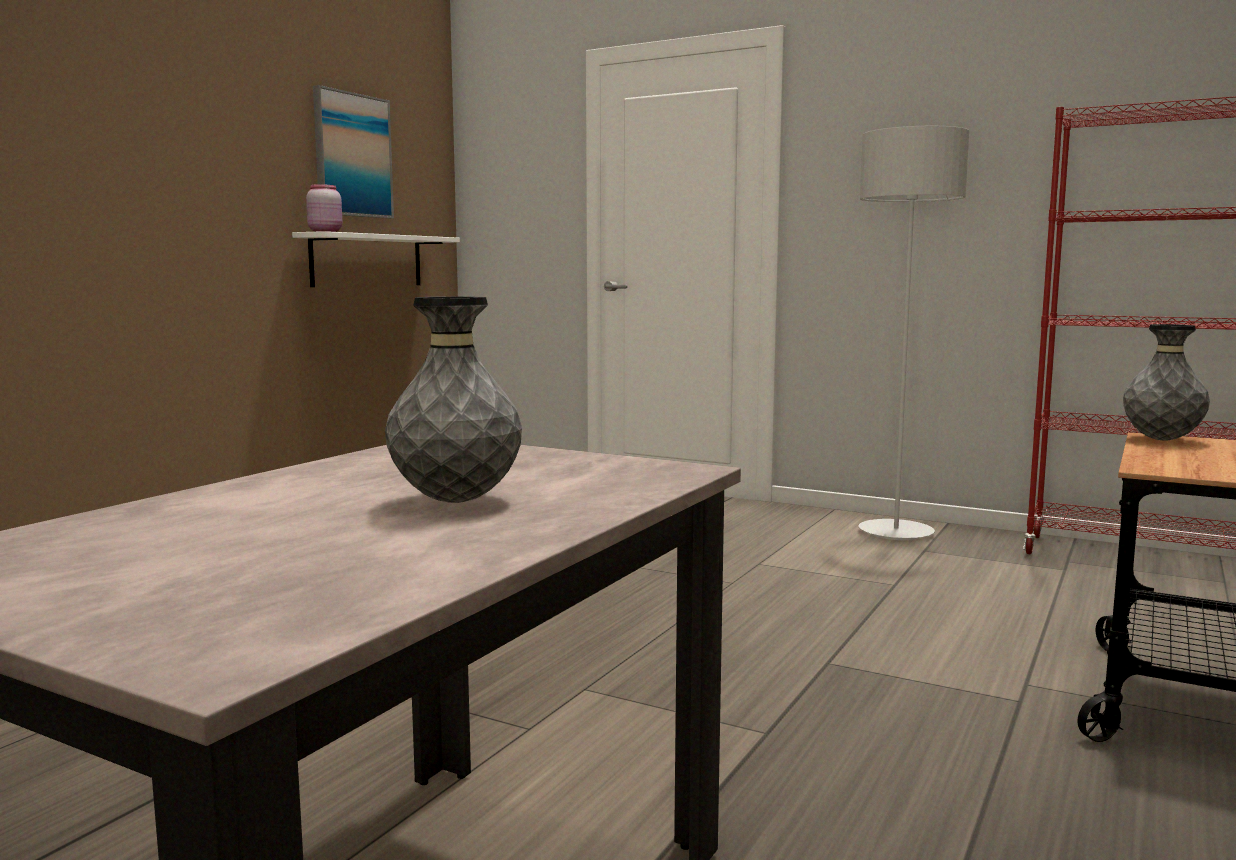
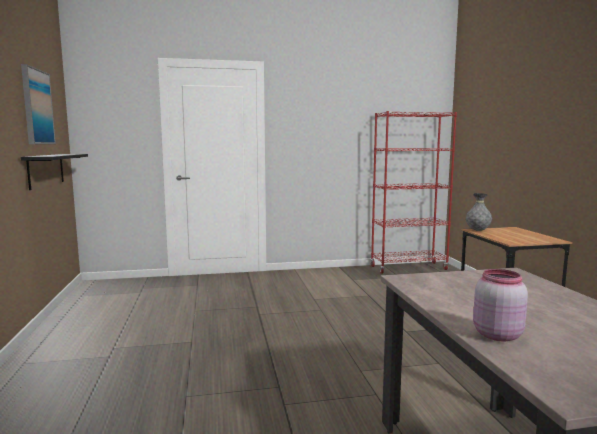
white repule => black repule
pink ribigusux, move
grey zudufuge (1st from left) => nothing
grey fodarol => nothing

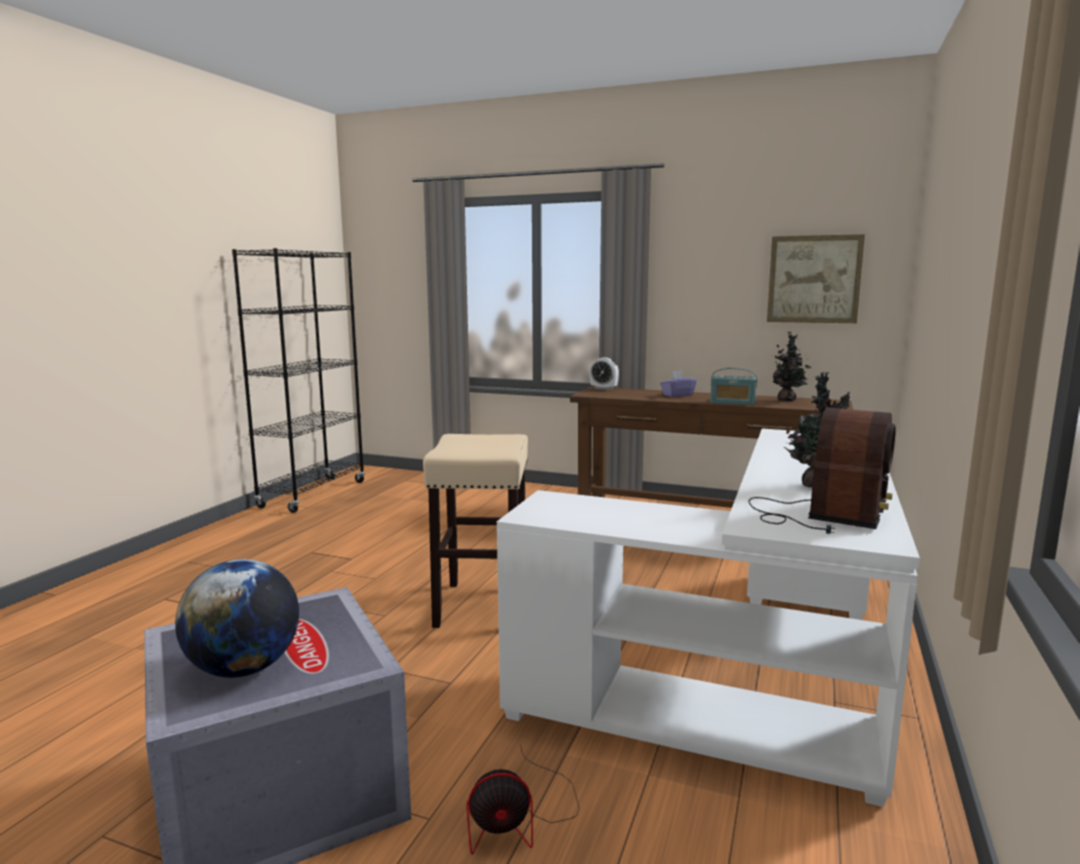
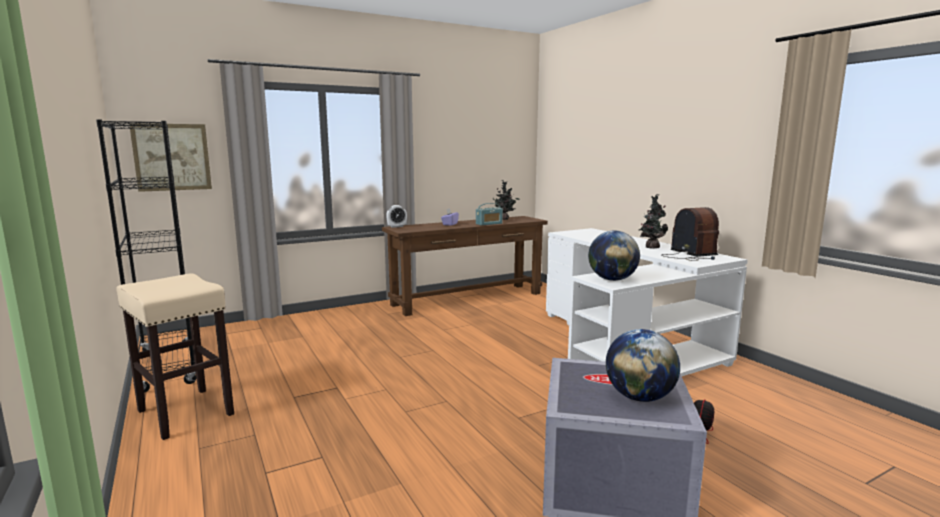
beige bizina, move
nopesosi, move
nothing => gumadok (1st from left)

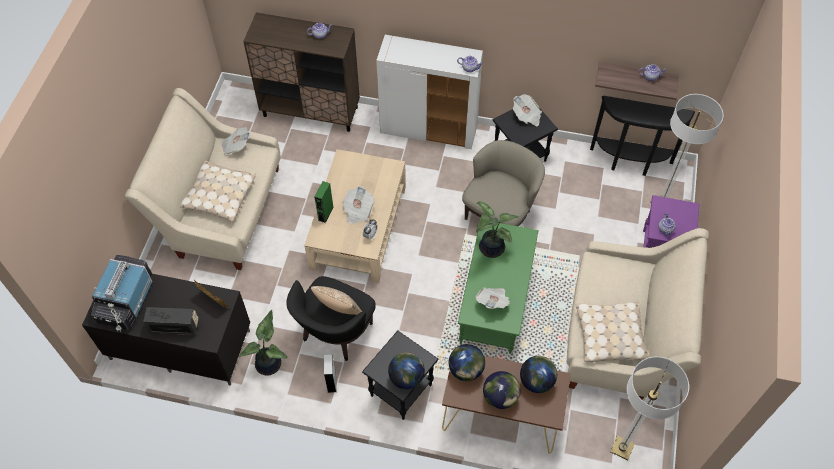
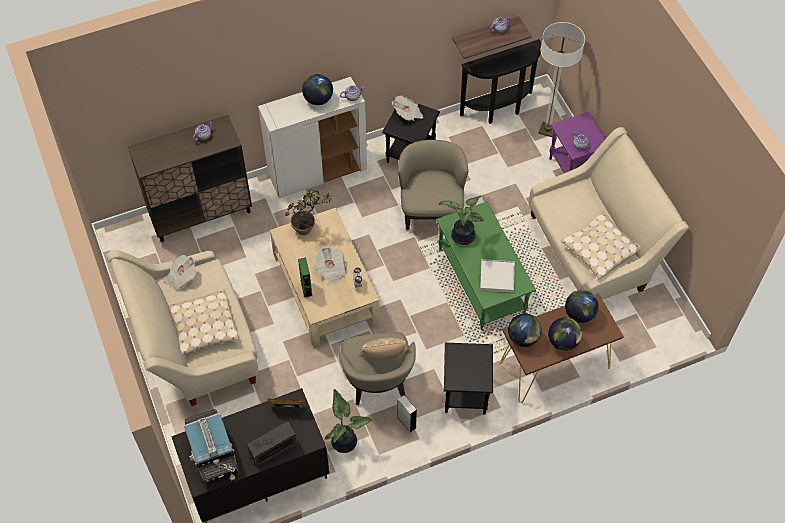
nothing => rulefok (1st from left)
gumadok (1st from left), move
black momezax => beige momezax (1st from left)
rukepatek (3rd from left) => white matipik
fodarol (1st from left) => nothing

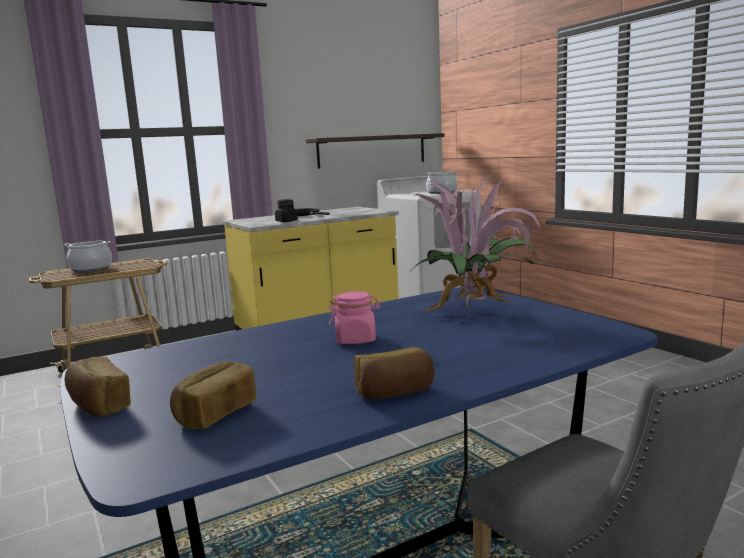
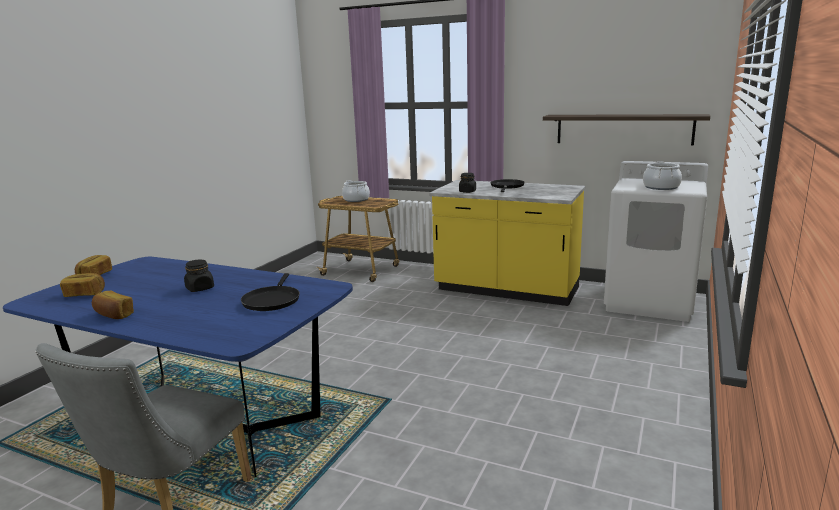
pink ribigusux => black ribigusux (1st from left)
rulefok => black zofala (1st from left)

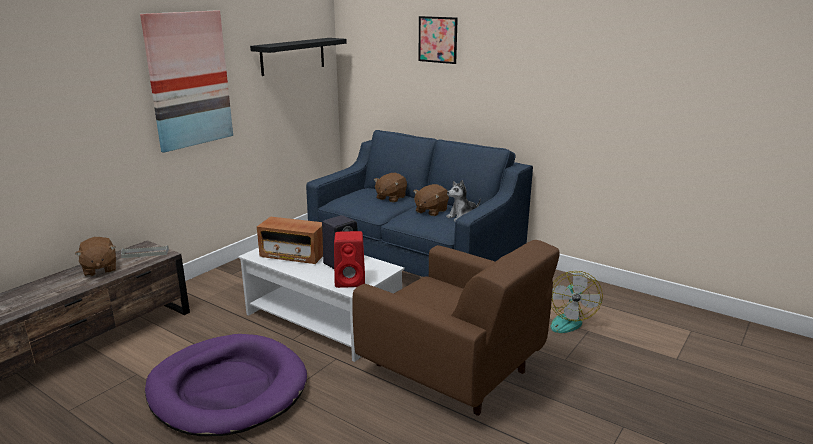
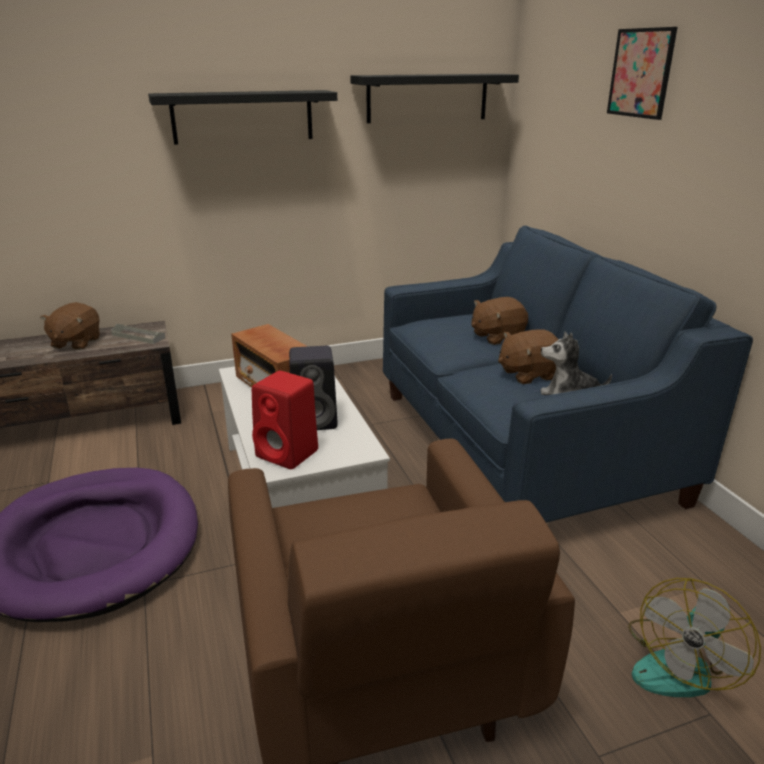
nopesosi (1st from left) => black repule (1st from left)

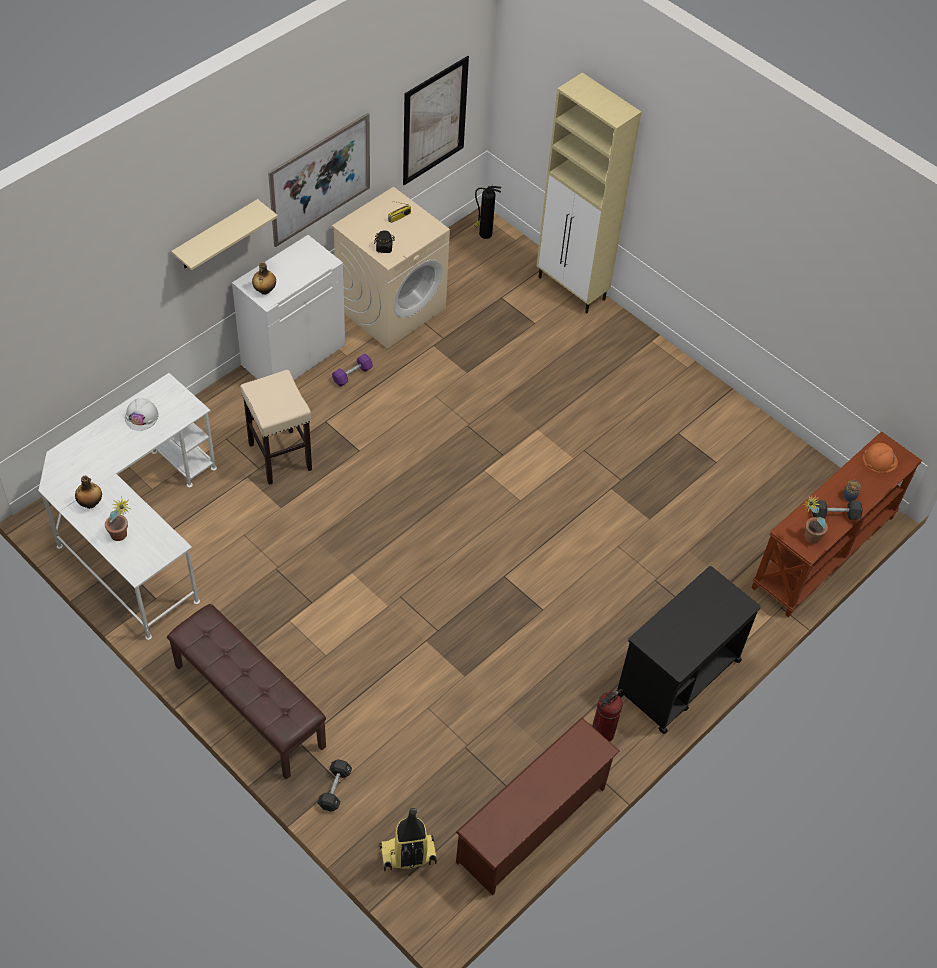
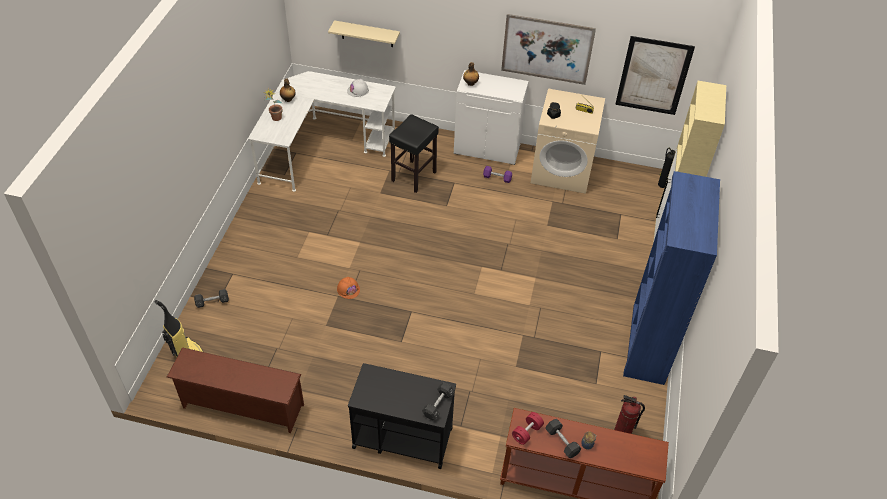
beige repule, move
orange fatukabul, move
beige bizina => black bizina
nothing => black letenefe (2nd from left)
rulefok (2nd from left) => red letenefe
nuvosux (2nd from left in the first image) => nuvosux (1st from left), move
nothing => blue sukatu
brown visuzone => nothing

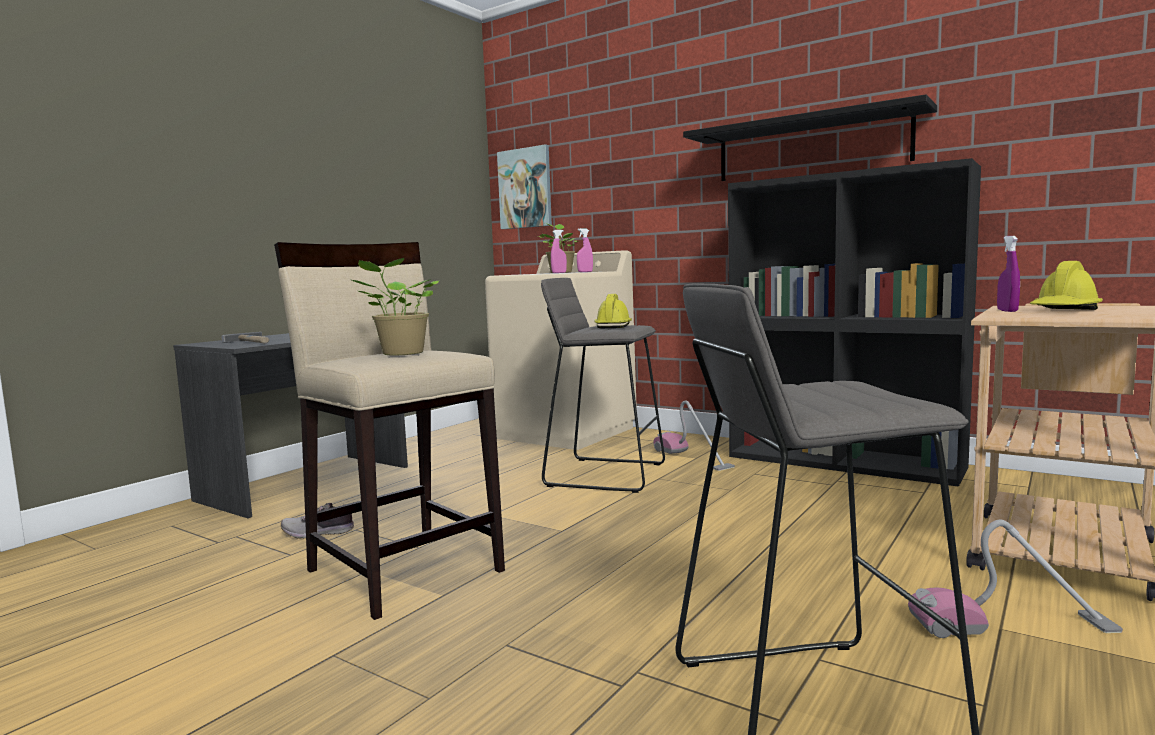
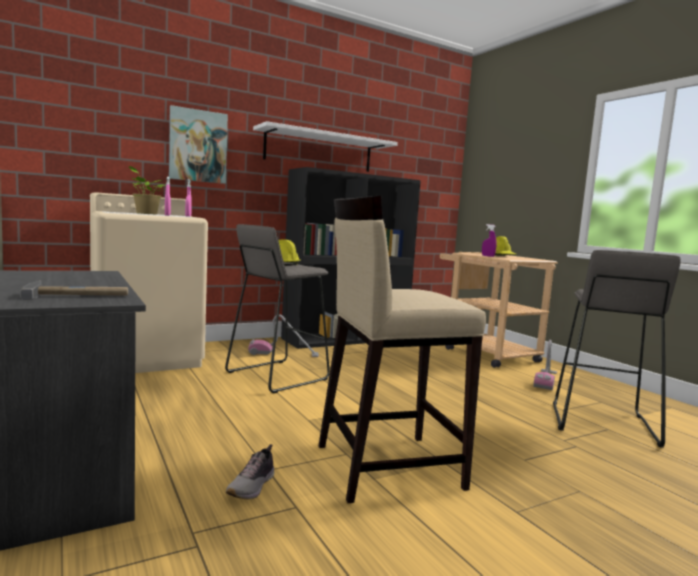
nopesosi, move
black repule => white repule
rulefok (1st from left) => nothing

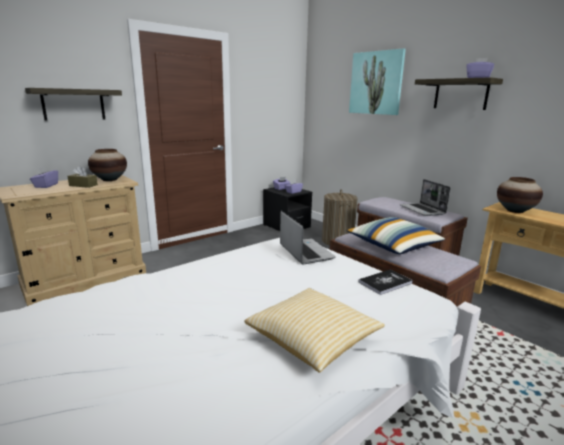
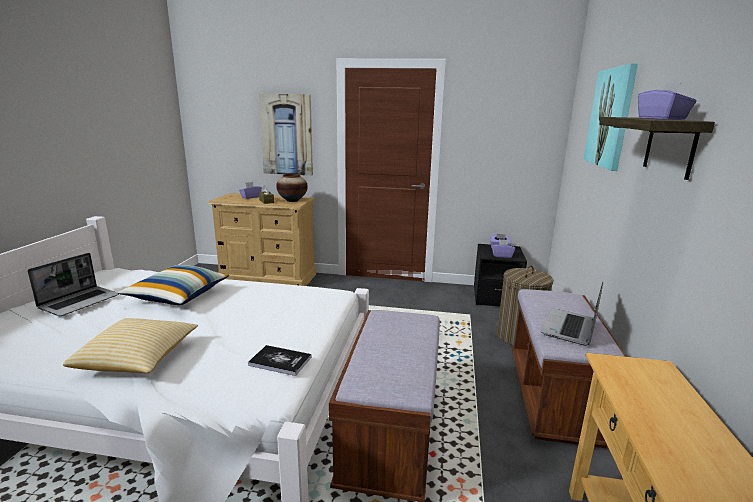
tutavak (1st from left), move
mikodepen (2nd from left), move
repule (1st from left) => nopesosi (1st from left)
zudufuge (2nd from left) => nothing

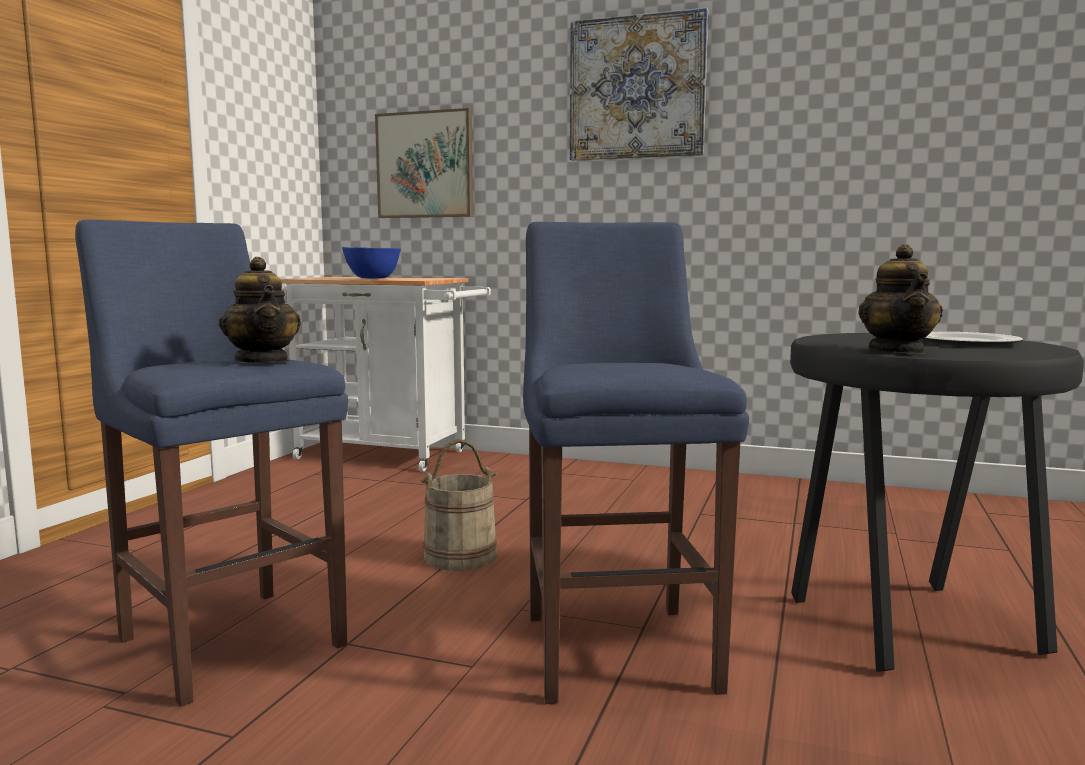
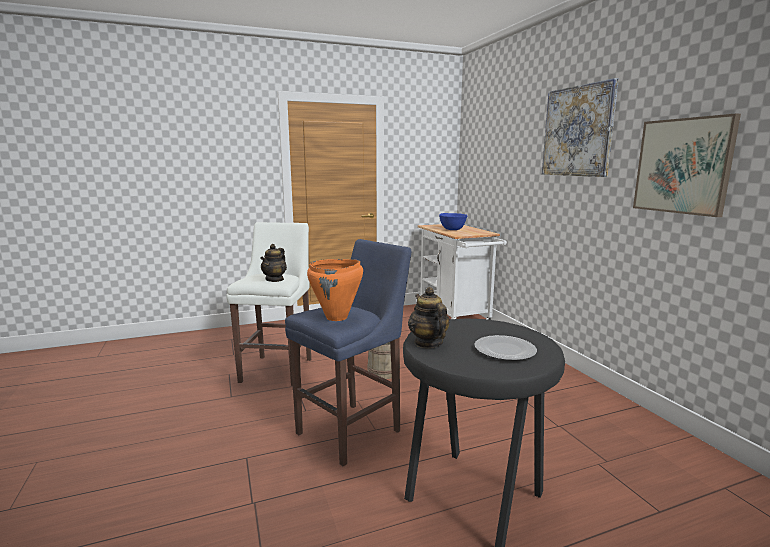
blue bizina (1st from left) => white bizina
nothing => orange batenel
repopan (2nd from left), 105 degrees clockwise
nopesosi (1st from left in the first image) => nopesosi (2nd from left), move

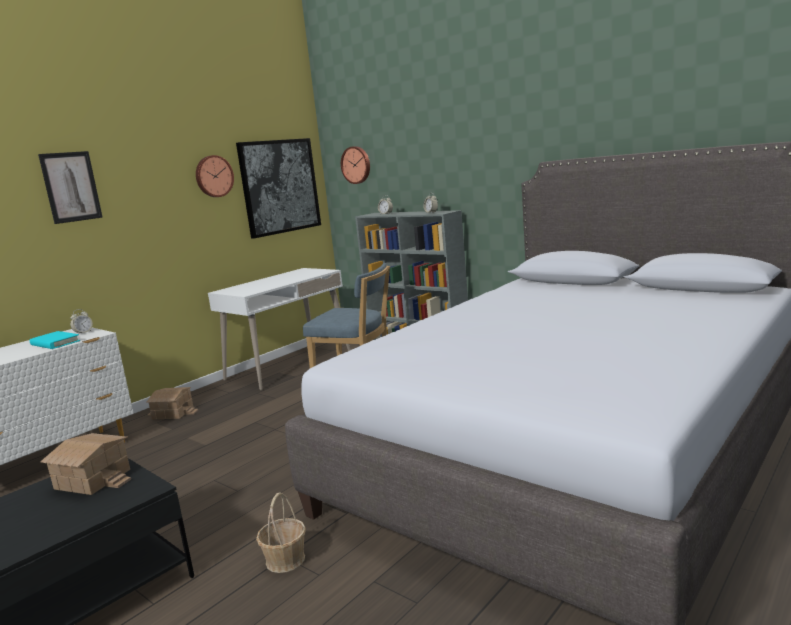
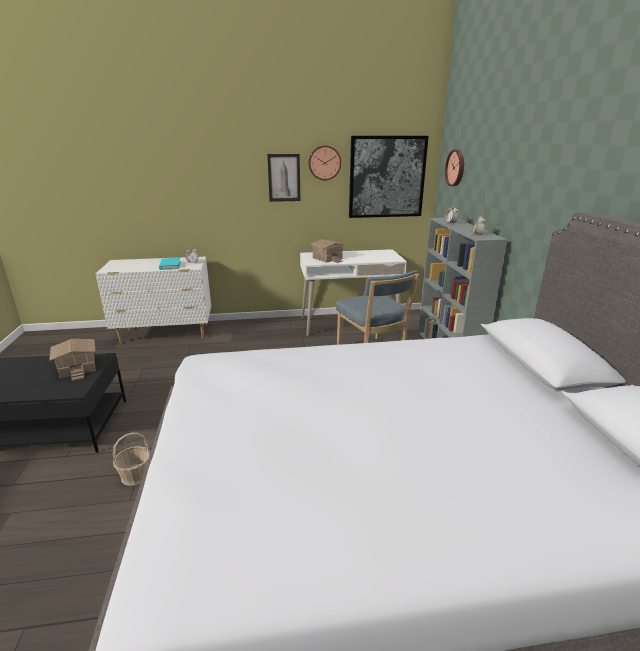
nopesosi (1st from left), move
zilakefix (2nd from left), move

